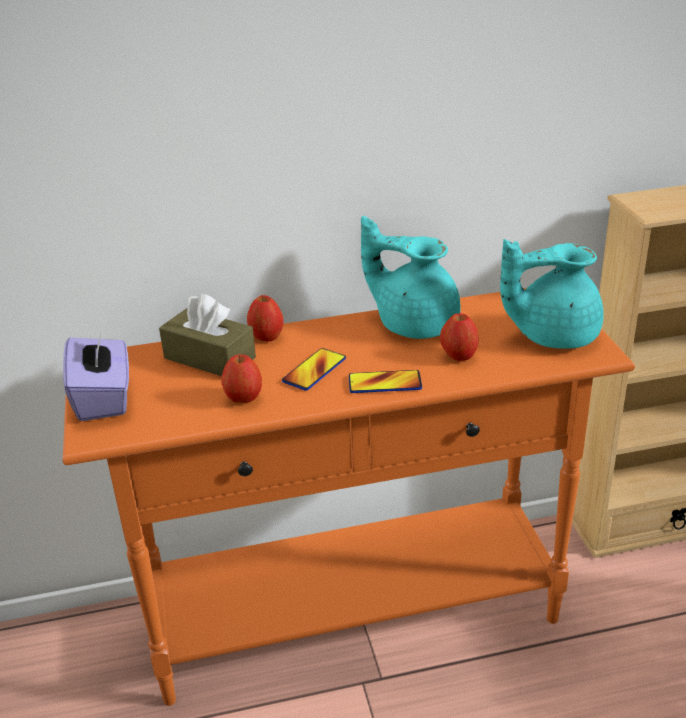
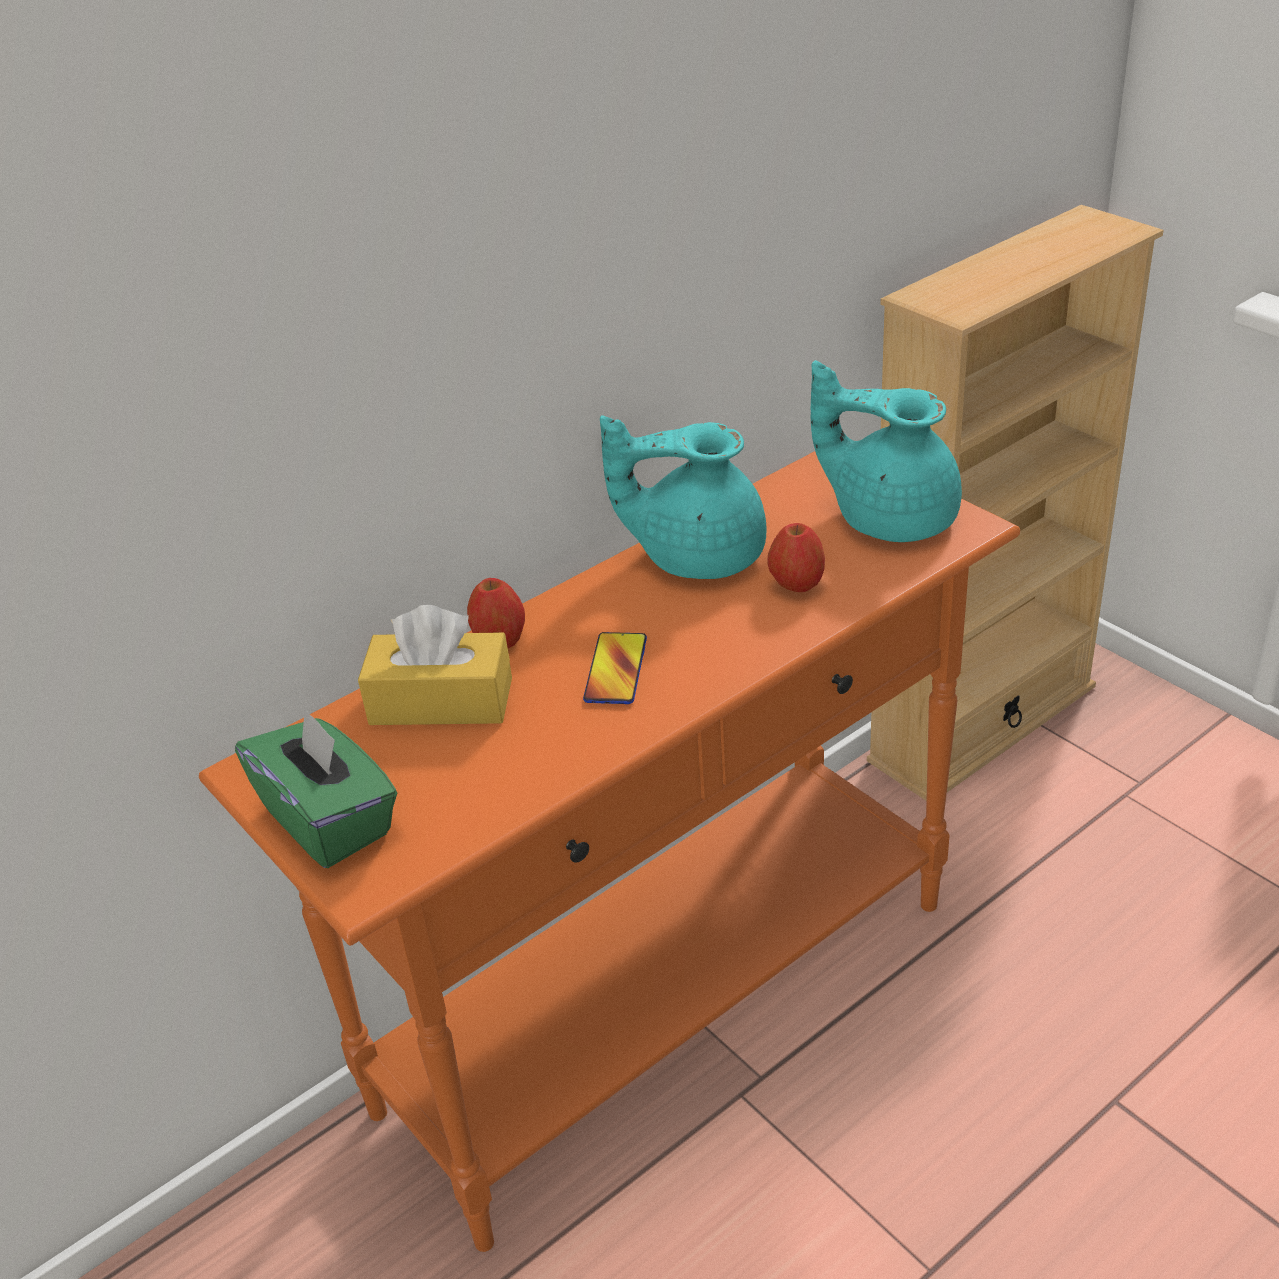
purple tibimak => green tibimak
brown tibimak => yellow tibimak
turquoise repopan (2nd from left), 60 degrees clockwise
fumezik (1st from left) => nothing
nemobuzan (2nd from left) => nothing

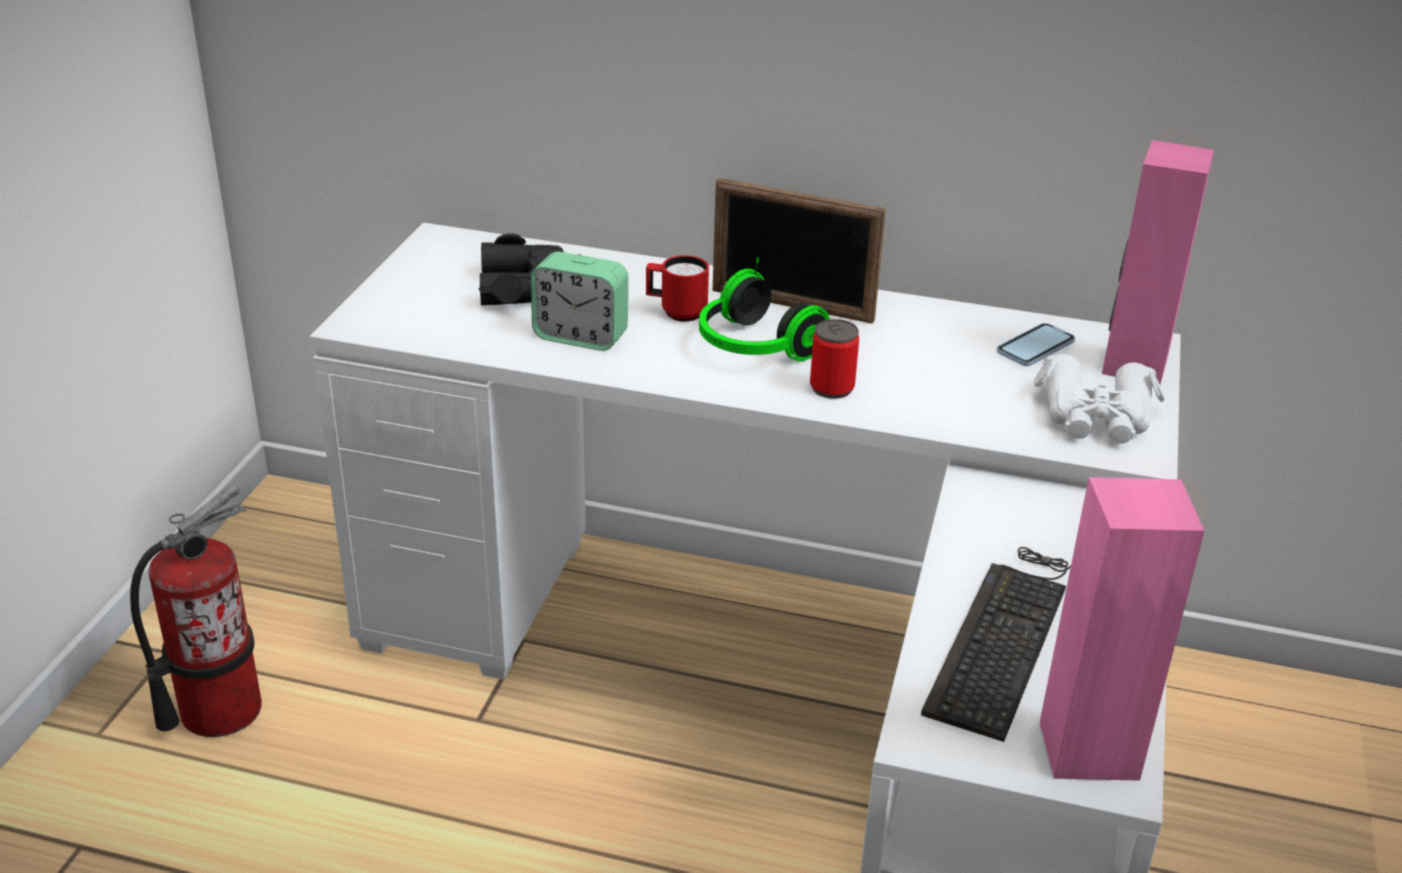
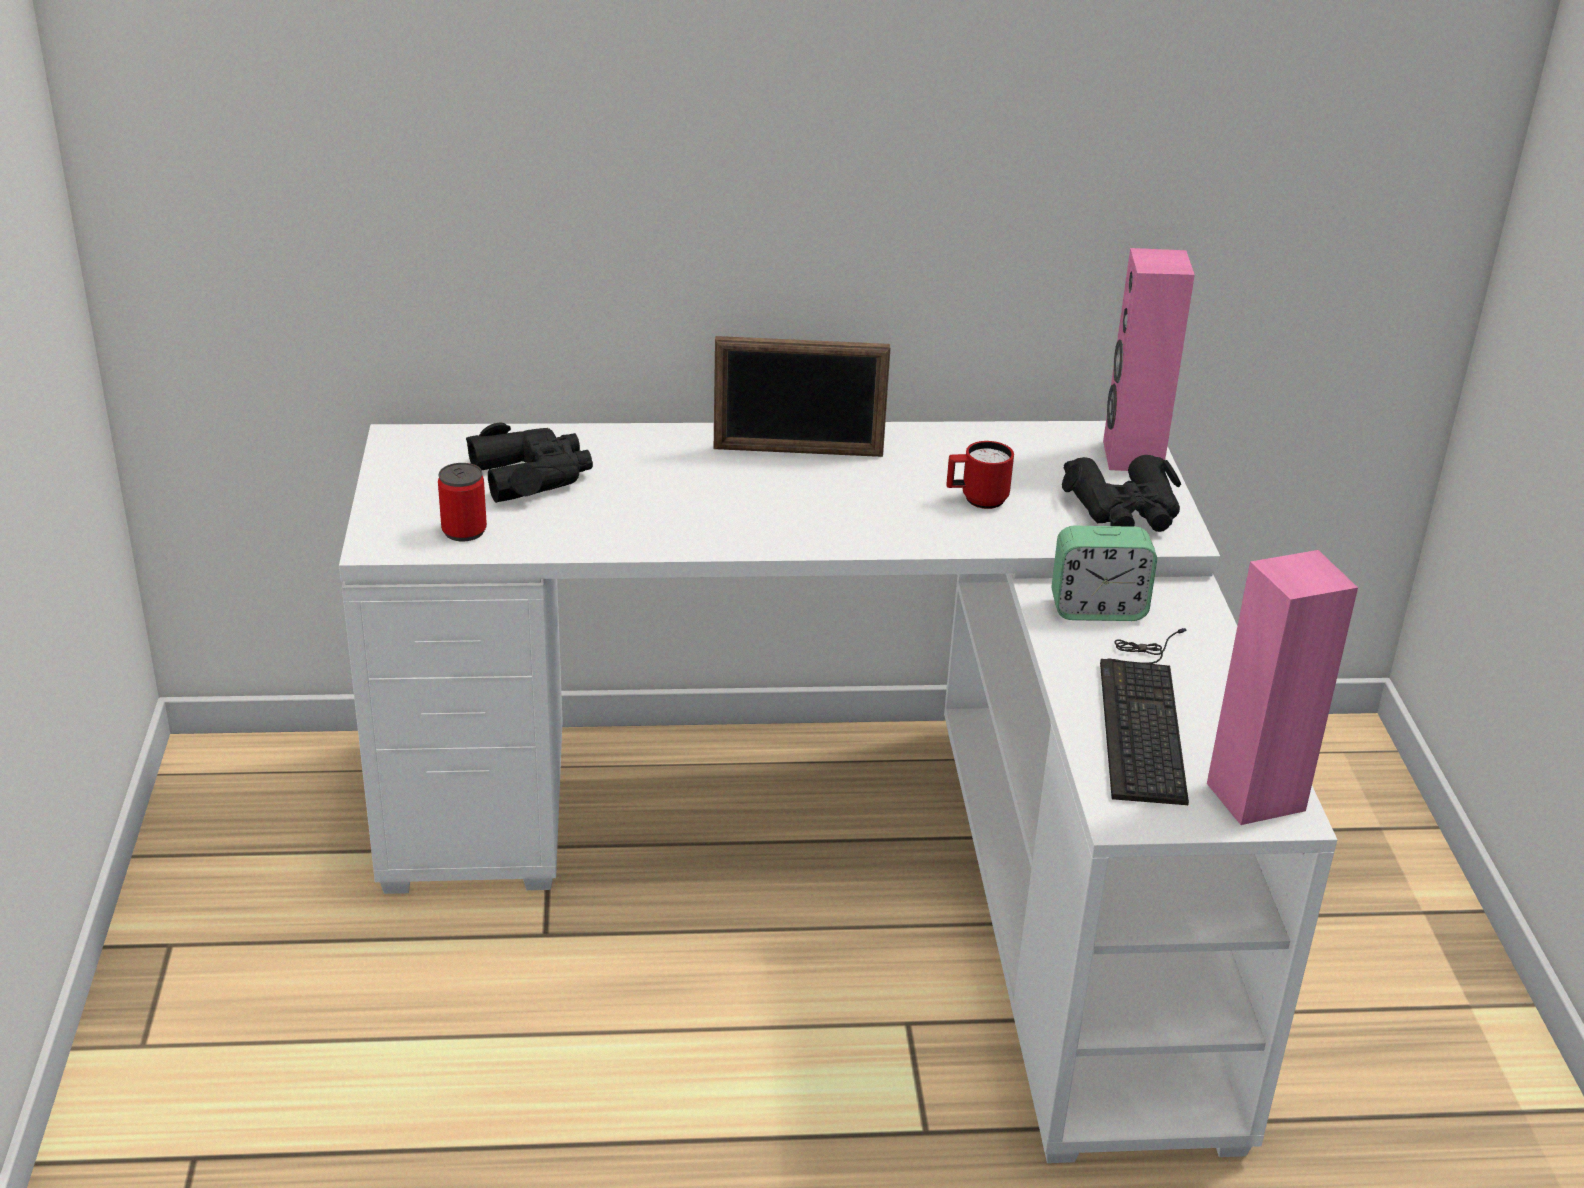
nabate, move
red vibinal, move
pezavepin, move
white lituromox => black lituromox (2nd from left)
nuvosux => nothing
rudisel => nothing
nemobuzan => nothing

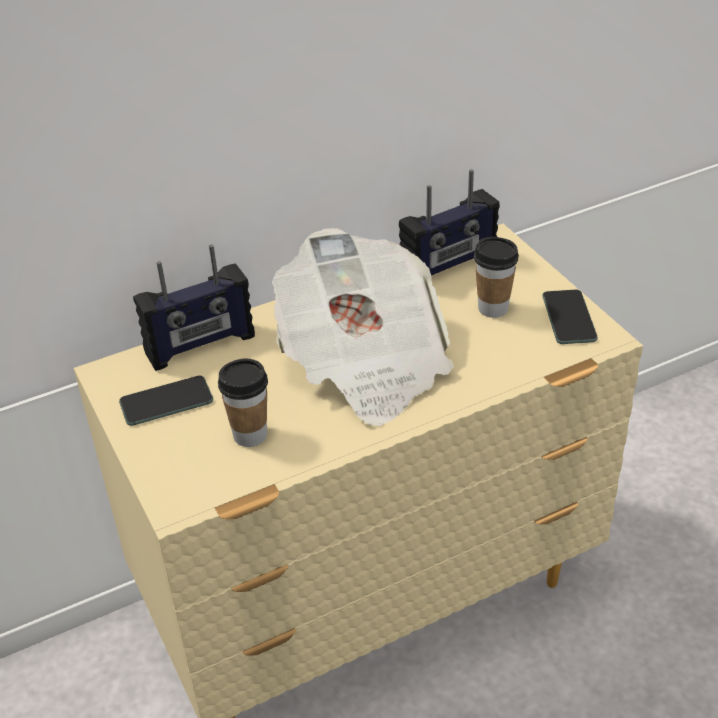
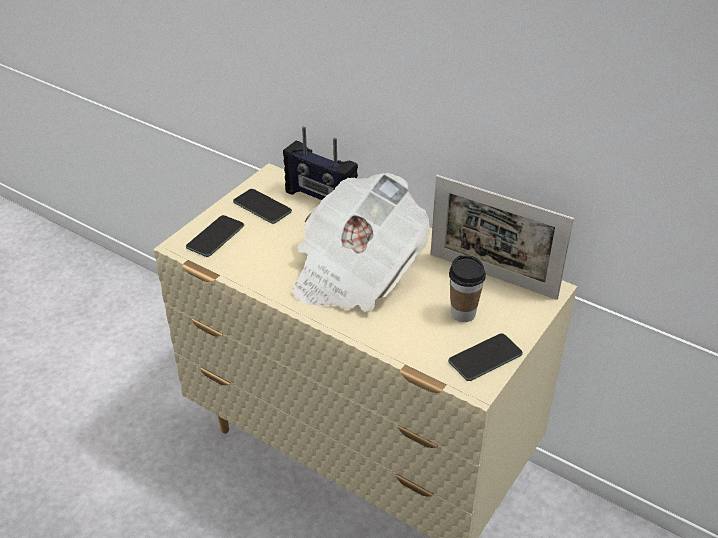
nothing => nemobuzan (1st from left)
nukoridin (2nd from left) => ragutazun
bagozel (1st from left) => nothing

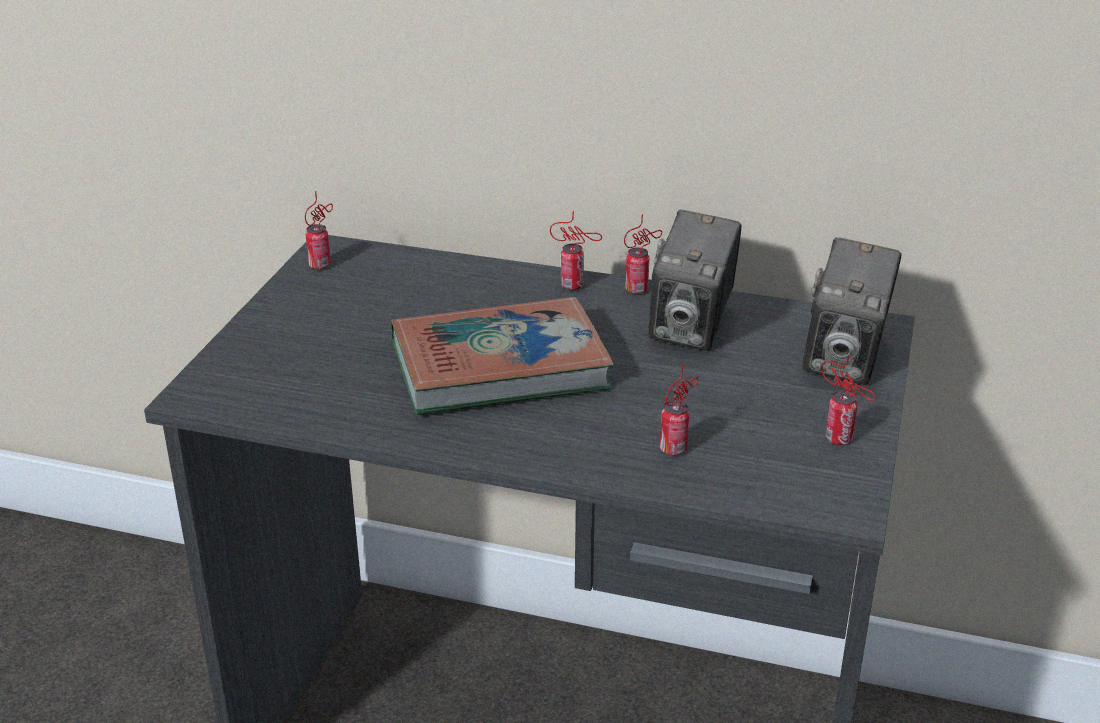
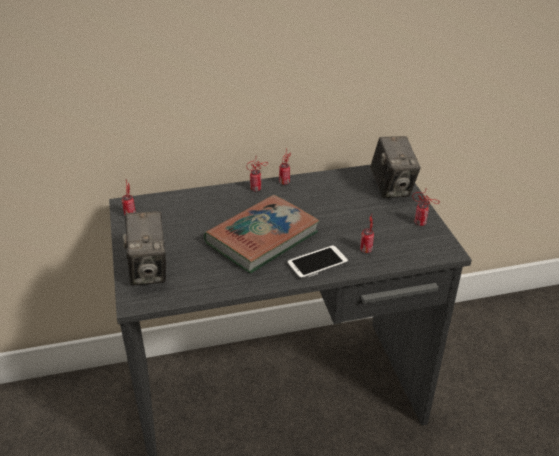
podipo (1st from left), move
nothing => nemobuzan

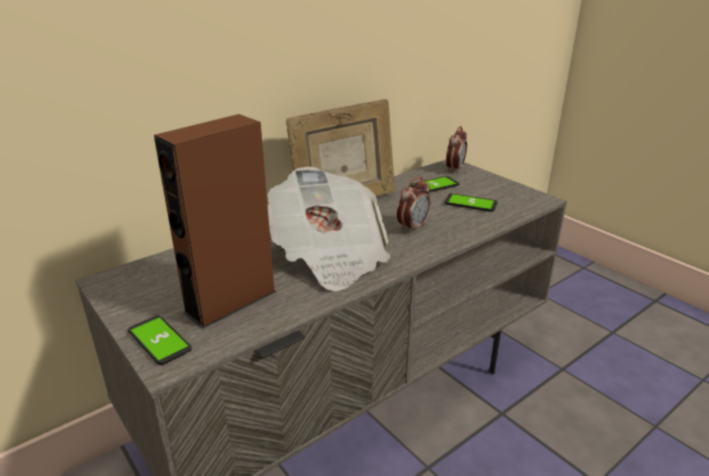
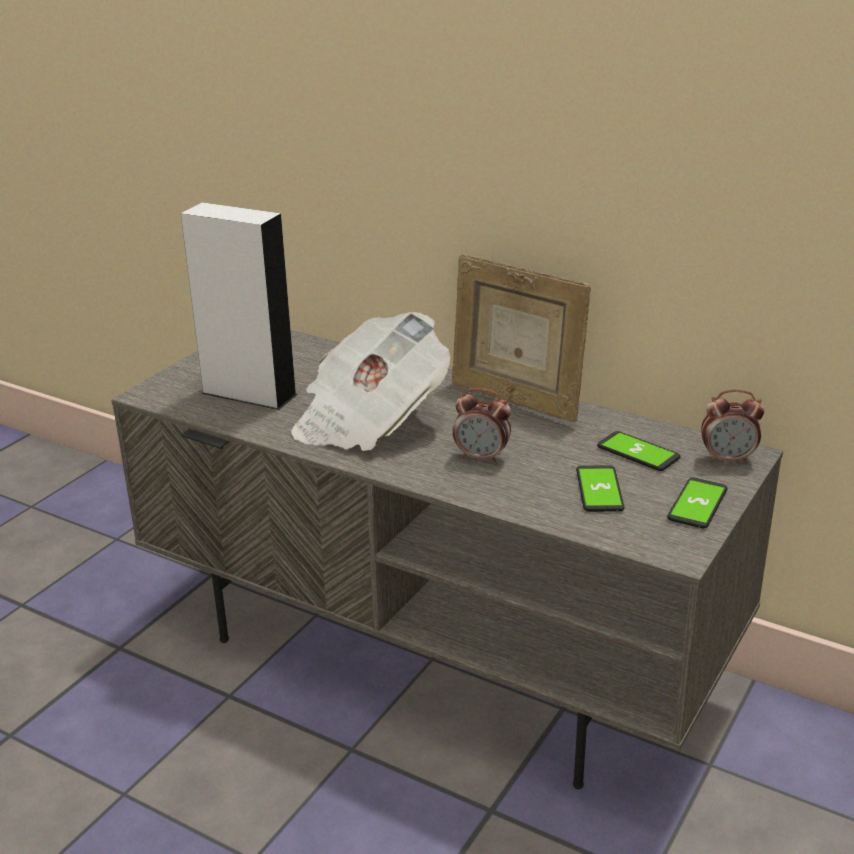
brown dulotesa => white dulotesa
nemobuzan (1st from left in the first image) => nemobuzan (3rd from left), move

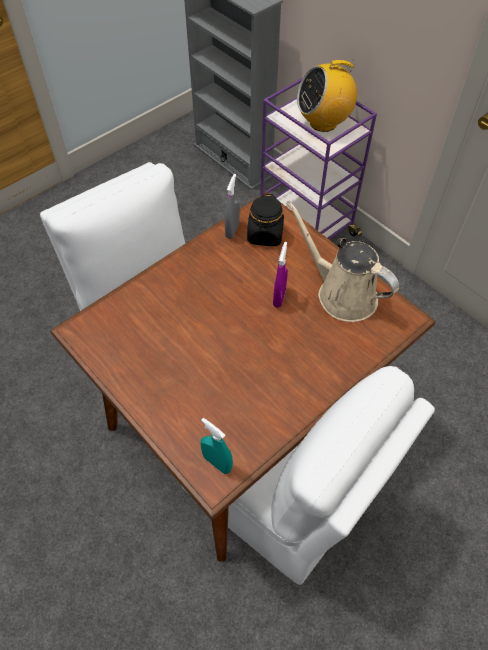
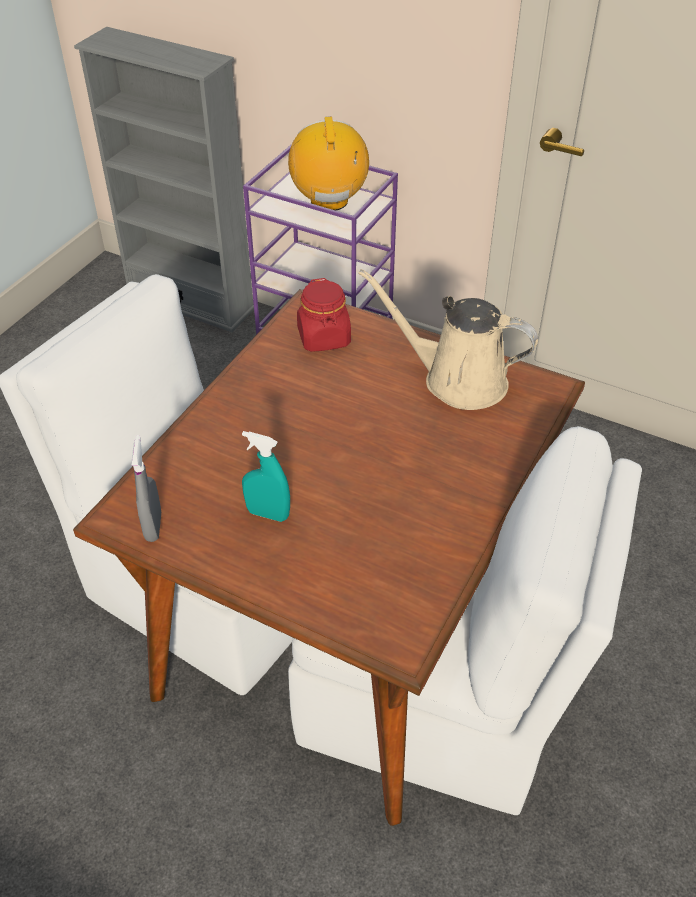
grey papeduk, move
turquoise papeduk, move
nukoridin, 120 degrees clockwise
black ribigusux => red ribigusux
purple papeduk => nothing

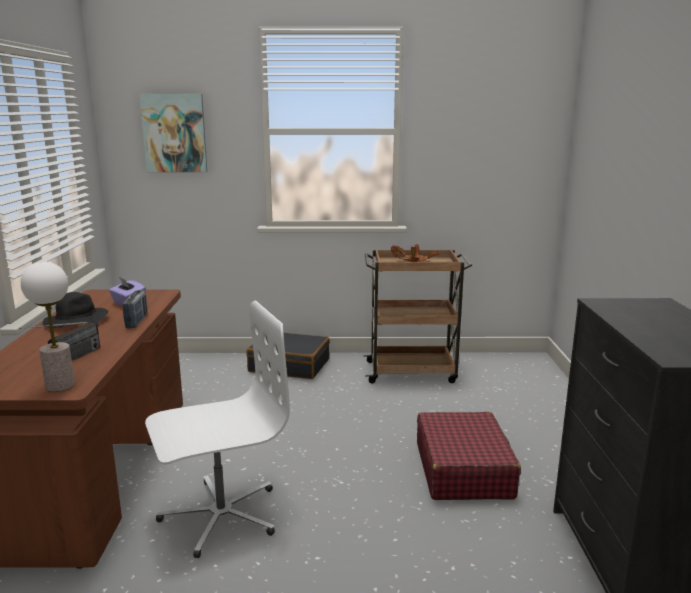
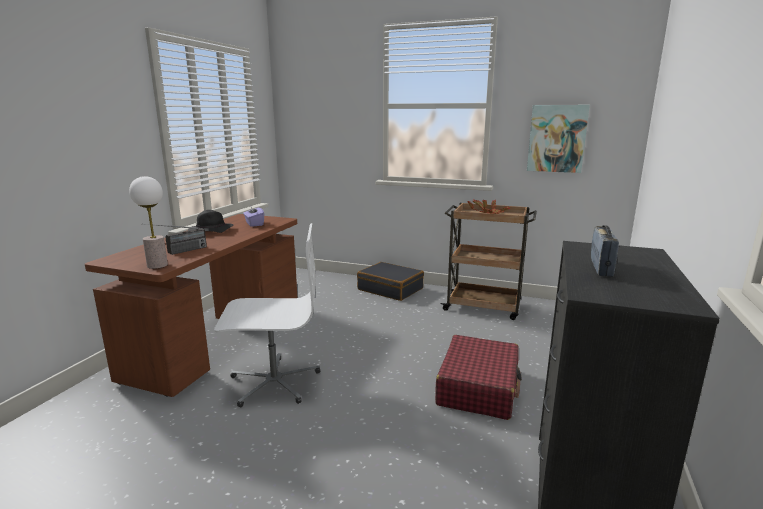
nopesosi, move
nukoridin (2nd from left), move

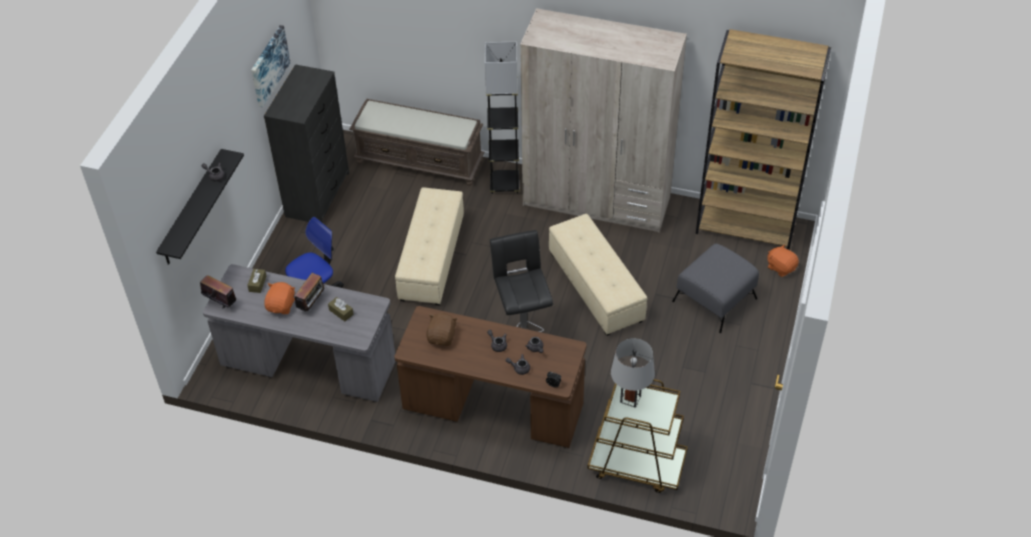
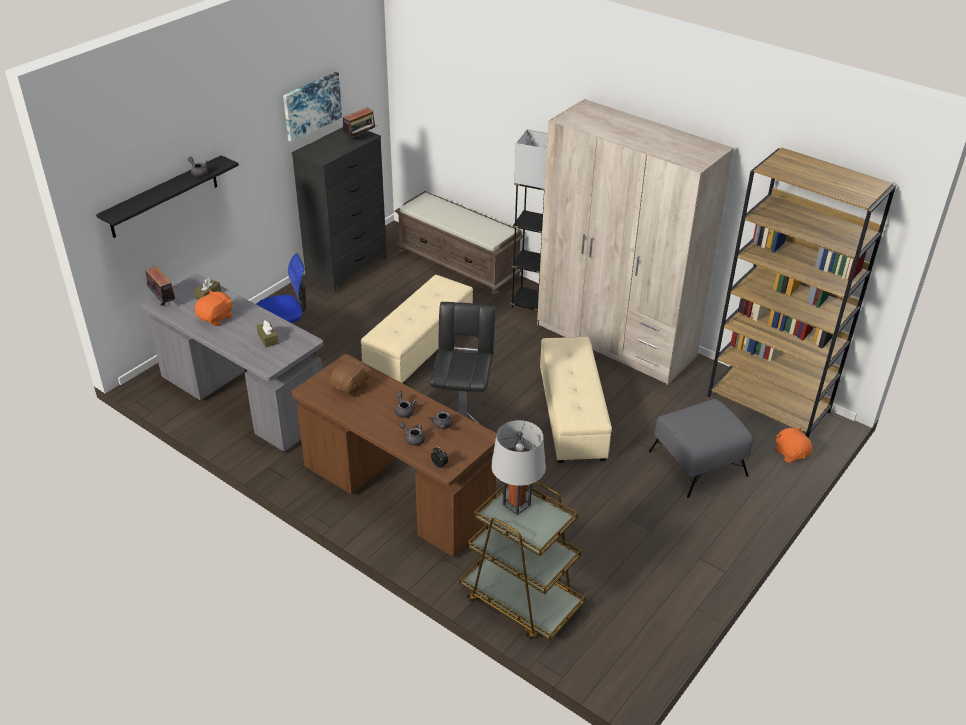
nukoridin (2nd from left), move

